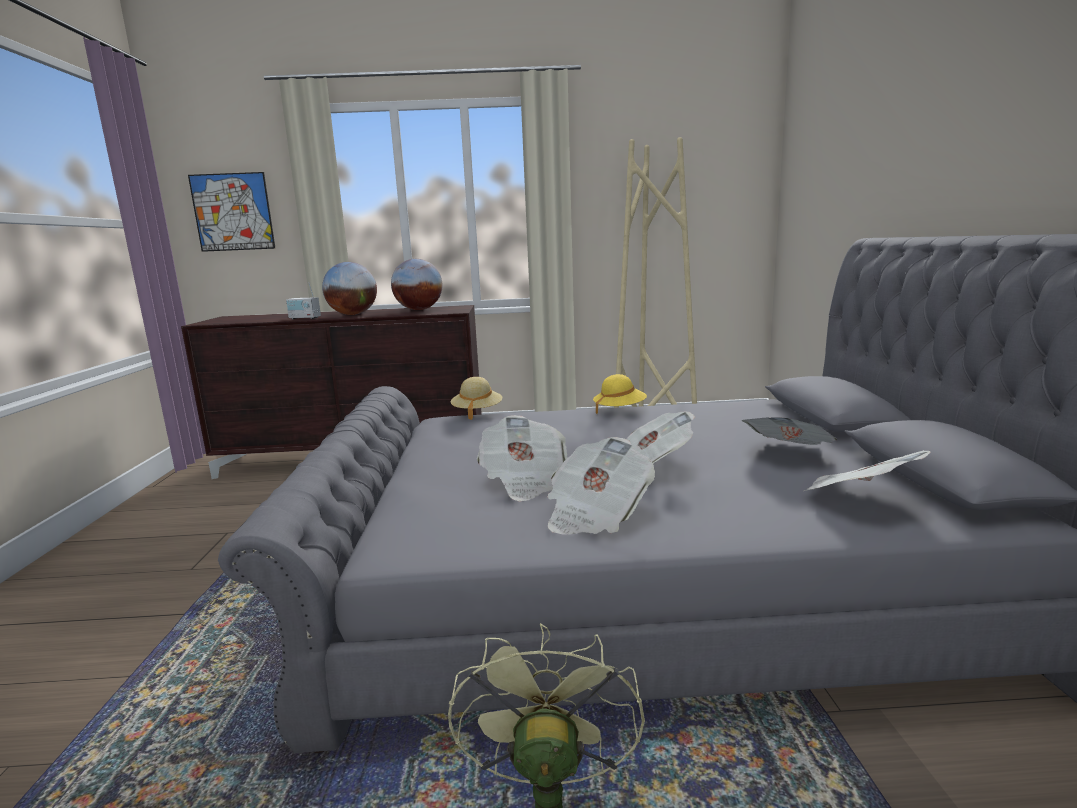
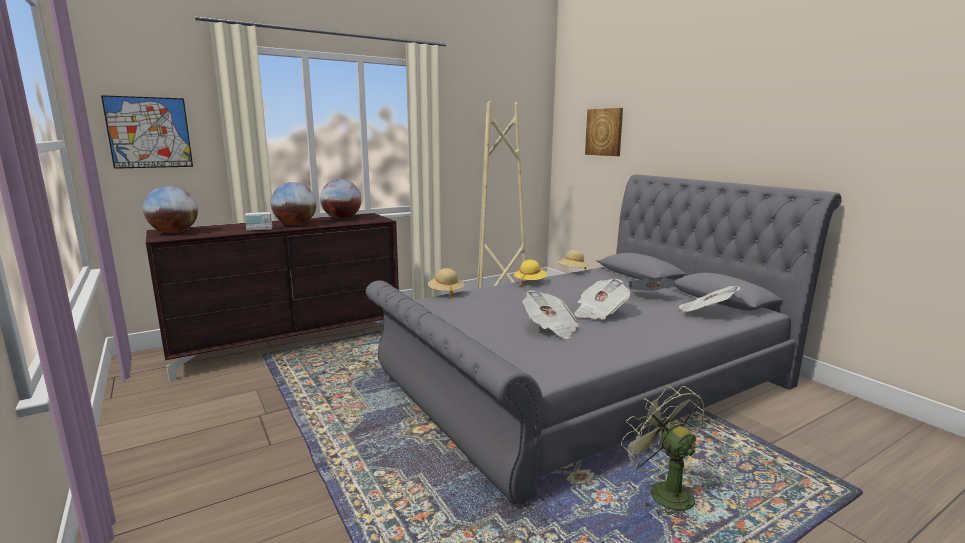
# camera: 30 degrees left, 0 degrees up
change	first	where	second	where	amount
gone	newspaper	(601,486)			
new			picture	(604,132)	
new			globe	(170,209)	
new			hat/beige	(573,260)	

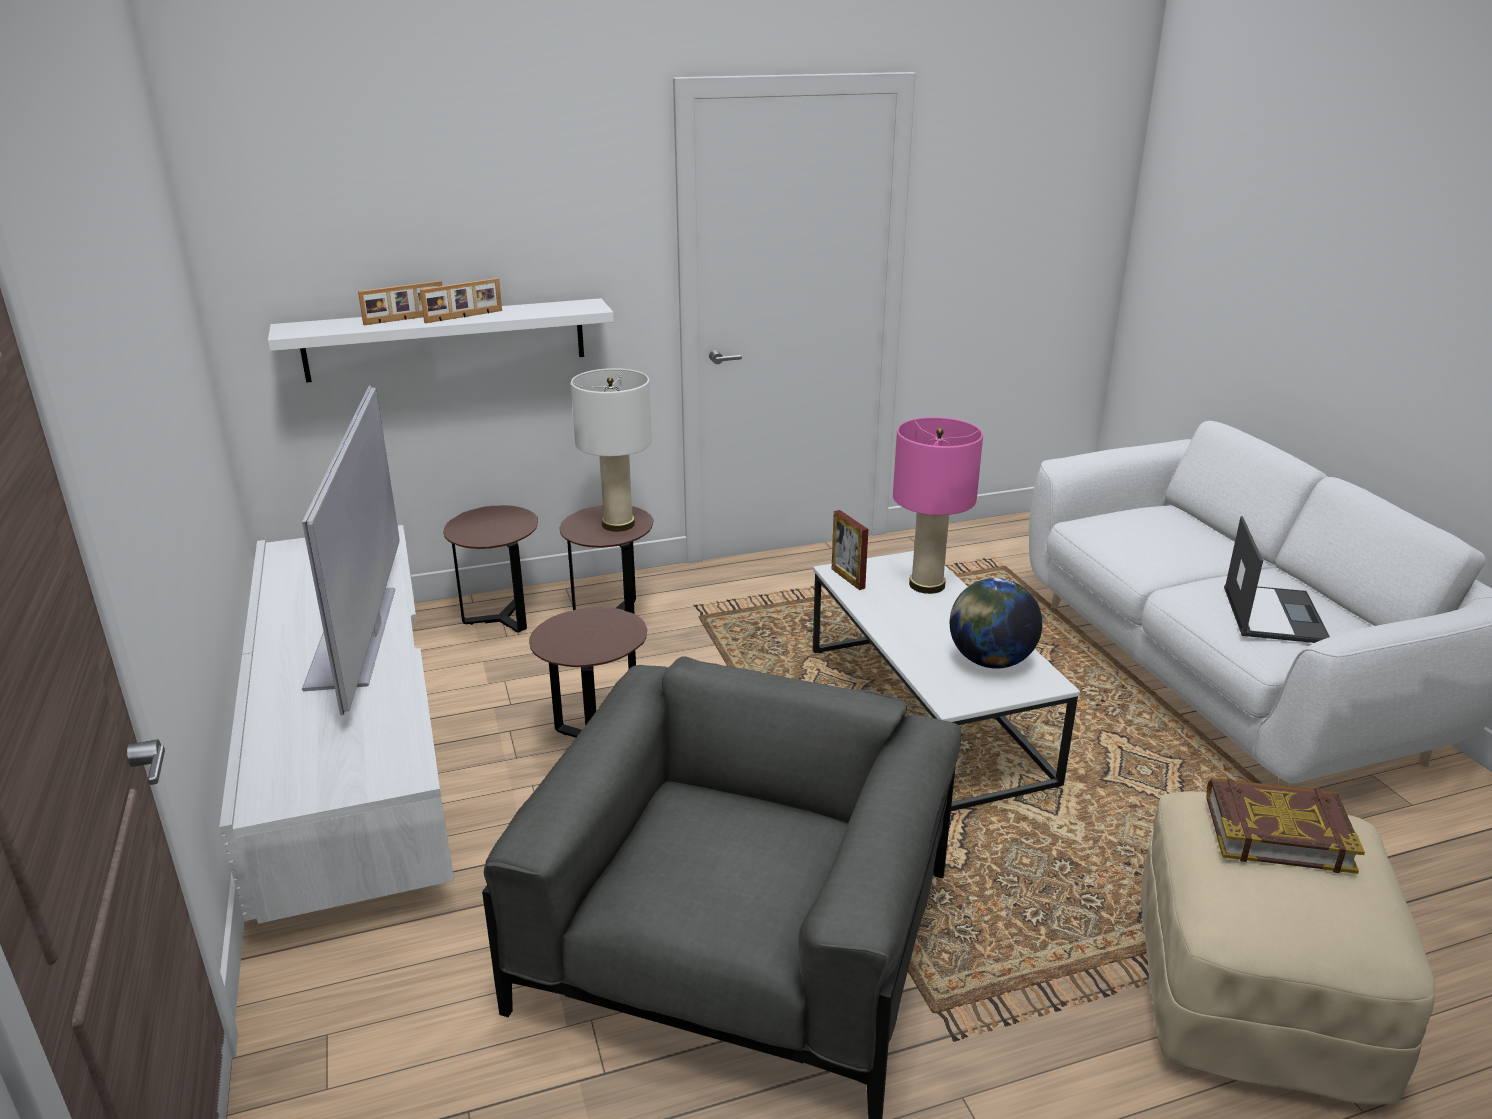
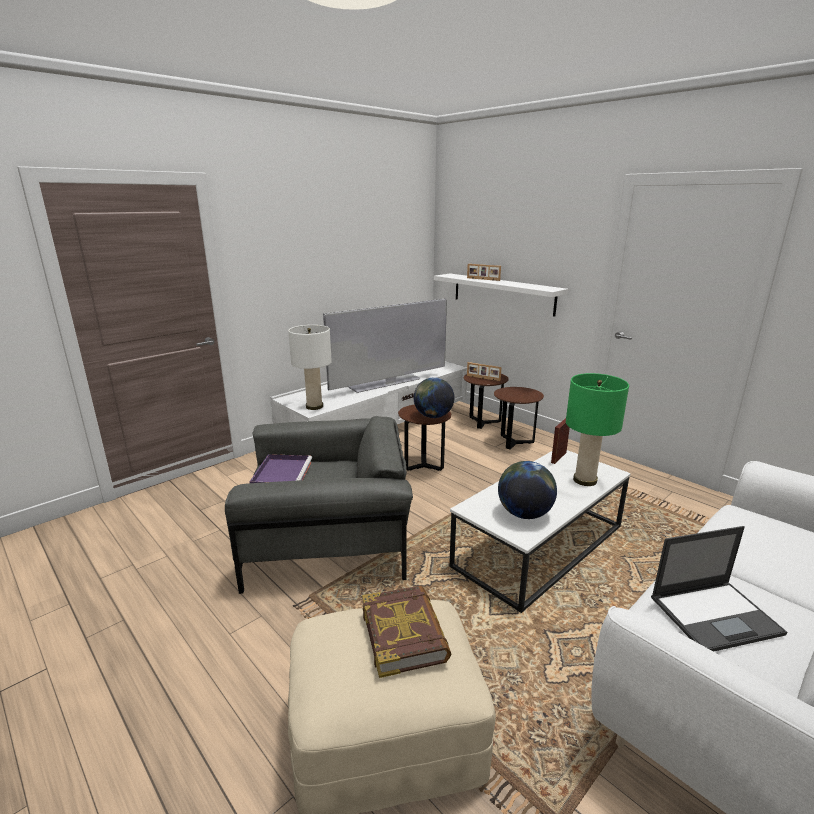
# camera: 65 degrees right, 5 degrees down
change	first	where	second	where	amount
shifted	picture frame	(461,300)		(484,371)	
shifted	table lamp/white	(611,450)		(310,367)	
repainted	table lamp/pink	(938,505)	table lamp/green	(597,429)	
new			globe	(434,398)	
new			tray/purple	(280,468)	

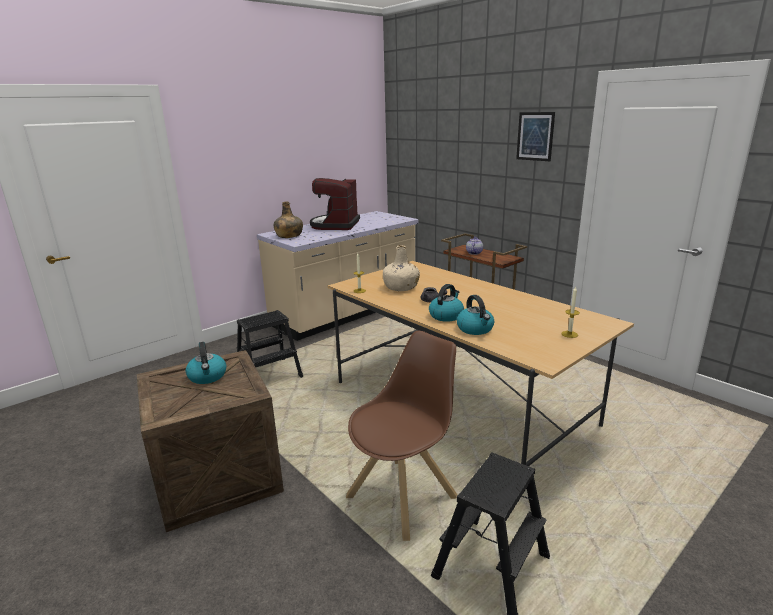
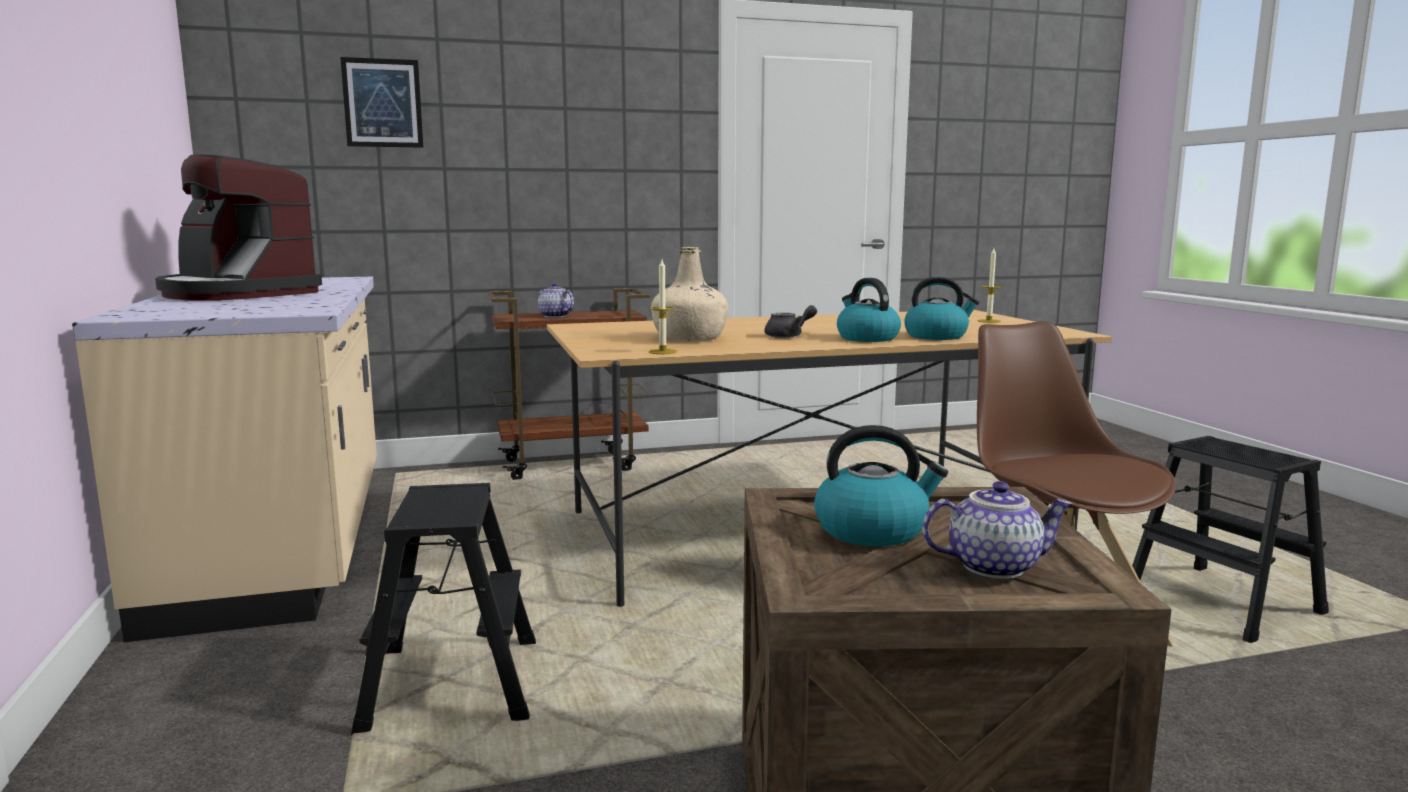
# camera: 65 degrees left, 10 degrees down
change	first	where	second	where	amount
shifted	picture	(535,136)		(381,102)	
gone	bottle/green	(288,220)			
new			teapot	(997,530)	

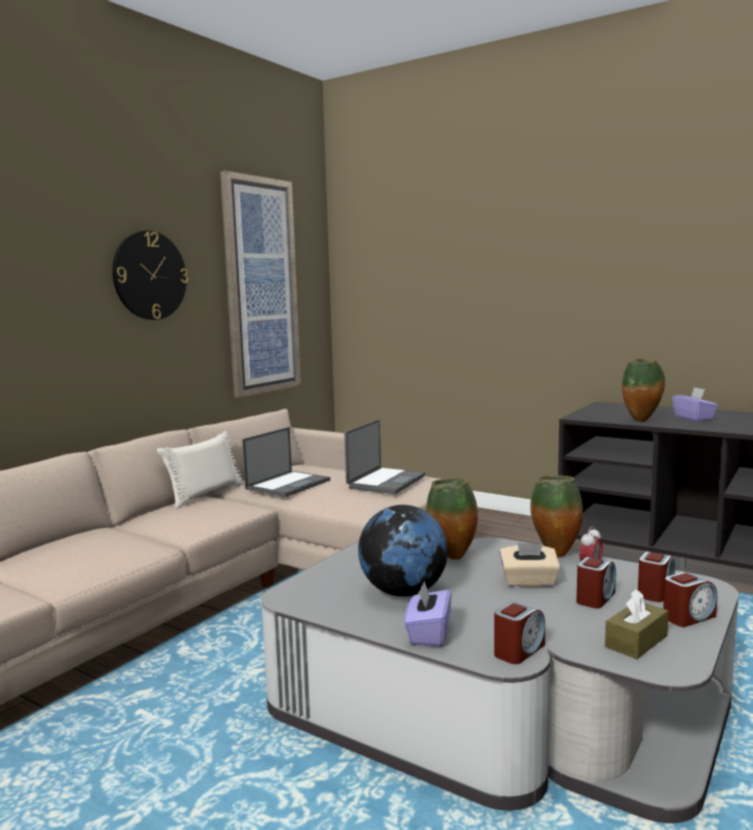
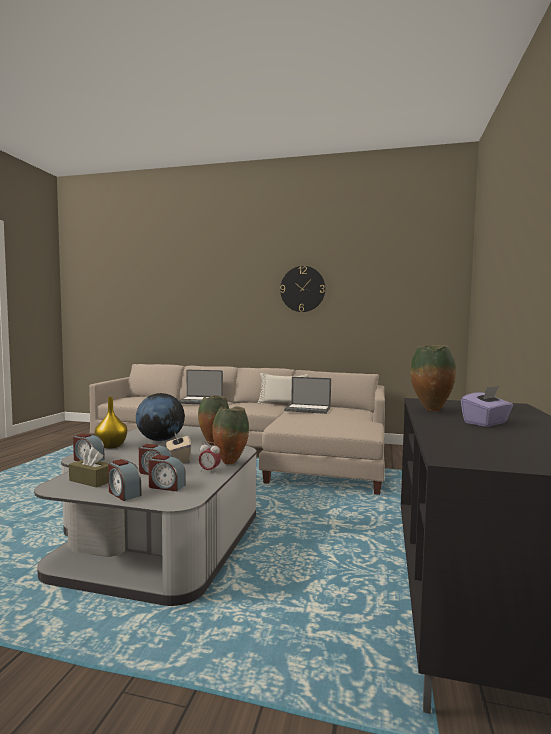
# camera: 70 degrees right, 5 degrees down
change	first	where	second	where	amount
gone	picture	(260,284)			
shifted	laptop	(384,457)		(200,387)	
swapped	tissue box/purple	(427,614)	vase/yellow	(111,423)	

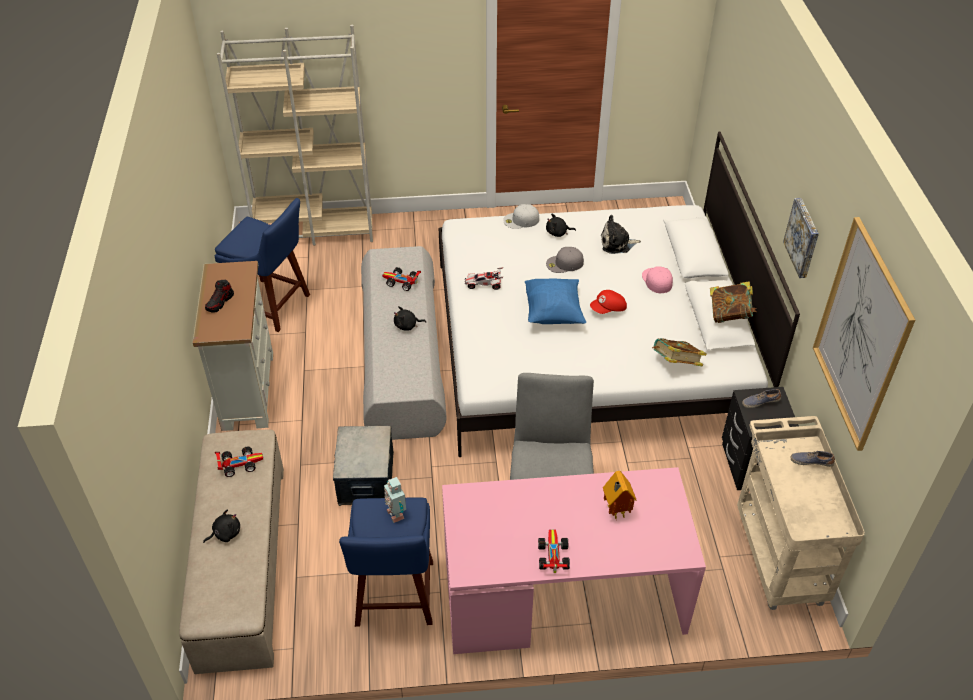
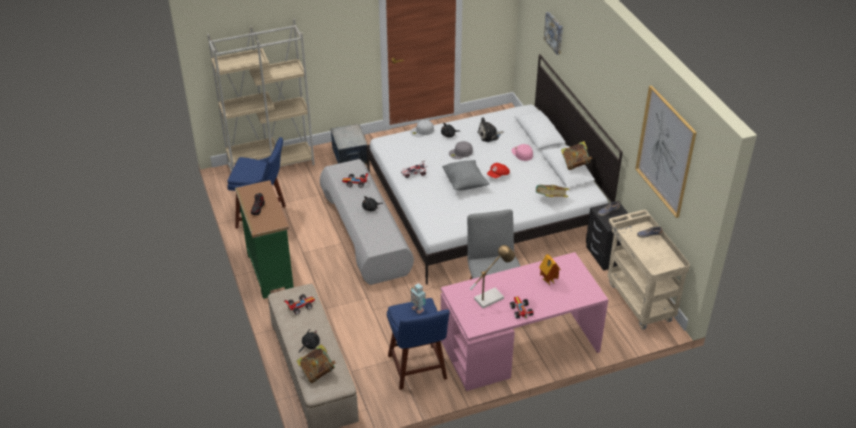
# camera: 15 degrees left, 5 degrees down
change	first	where	second	where	amount
shifted	picture	(801,238)		(553,33)	
repainted	dresser/white	(233,346)	dresser/green	(264,239)	
repainted	pillow/blue	(555,301)	pillow/grey	(466,175)	
shifted	storage box	(363,466)		(348,144)	
new			table lamp	(492,276)	
new			book	(316,363)	

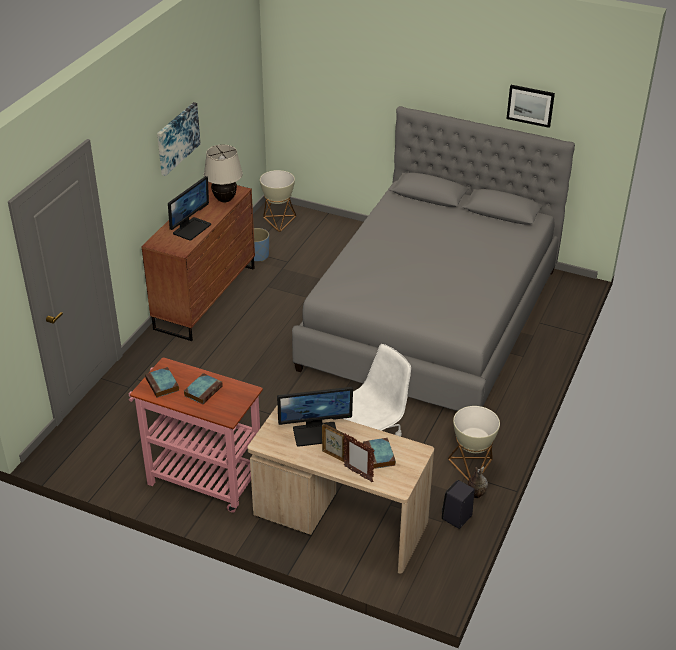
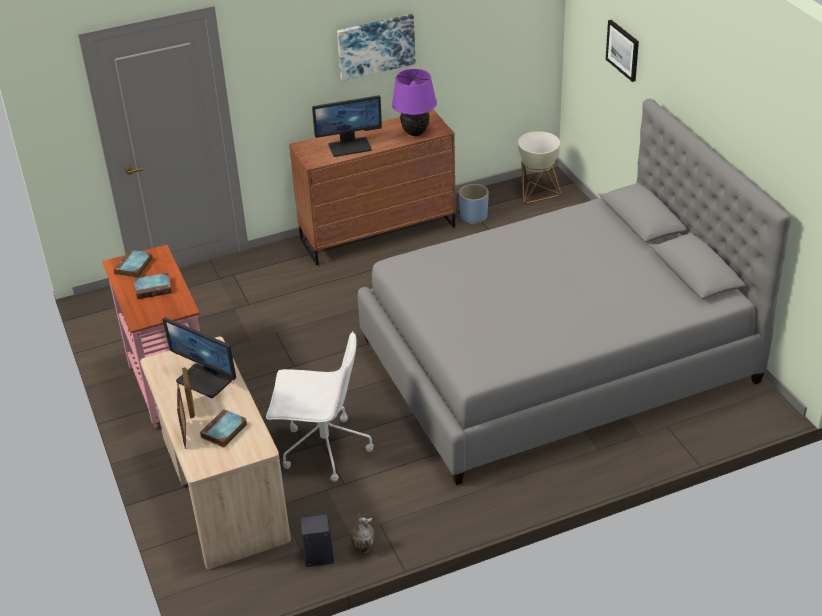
# camera: 45 degrees right, 0 degrees up
change	first	where	second	where	amount
shifted	picture	(530,106)		(622,51)	
repainted	table lamp/beige	(223,174)	table lamp/purple	(414,102)	
gone	planter	(474,443)			

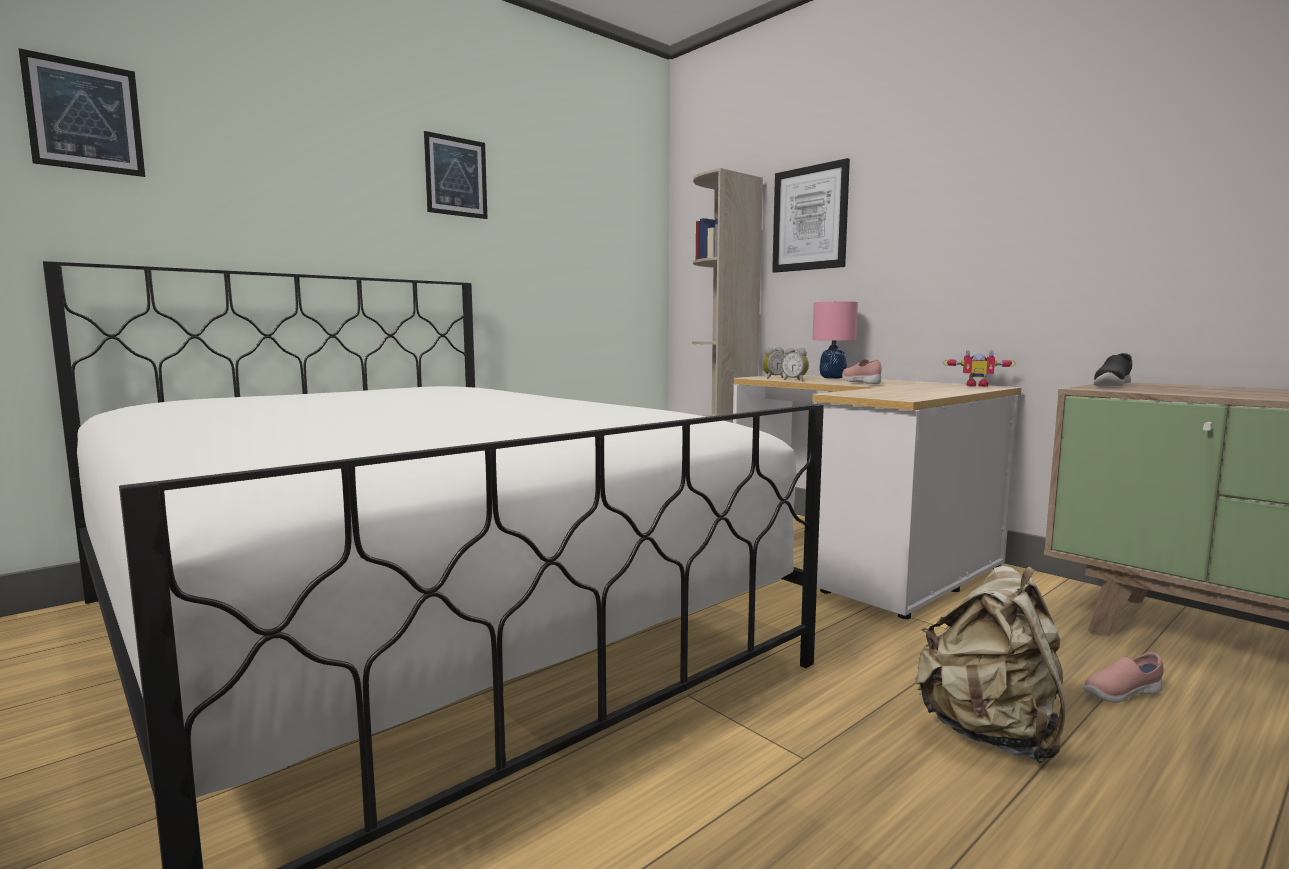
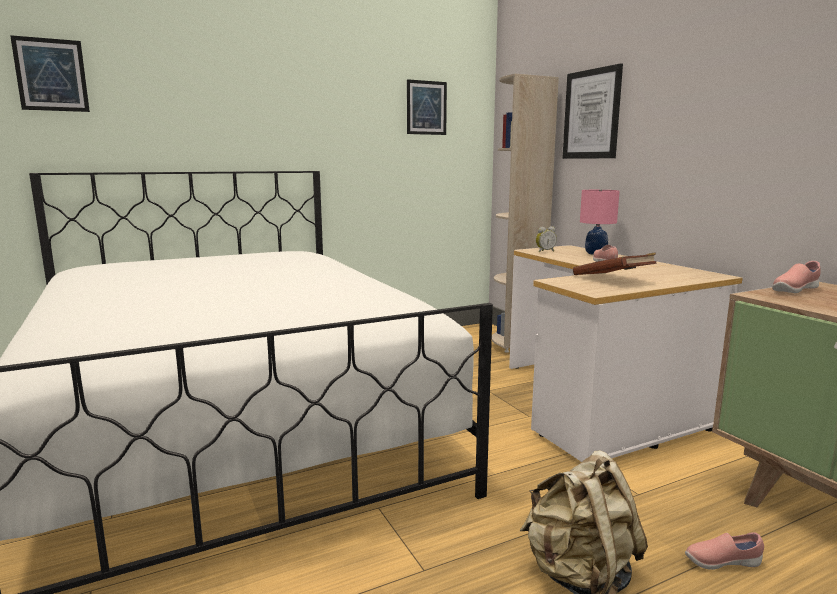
# camera: 15 degrees right, 5 degrees up
change	first	where	second	where	amount
shifted	picture	(456,175)		(427,107)	
gone	alarm clock	(795,364)			
gone	toy robot	(979,368)			
repainted	shoe/black	(1113,369)	shoe/pink	(796,277)	
new			book/brown	(615,264)	

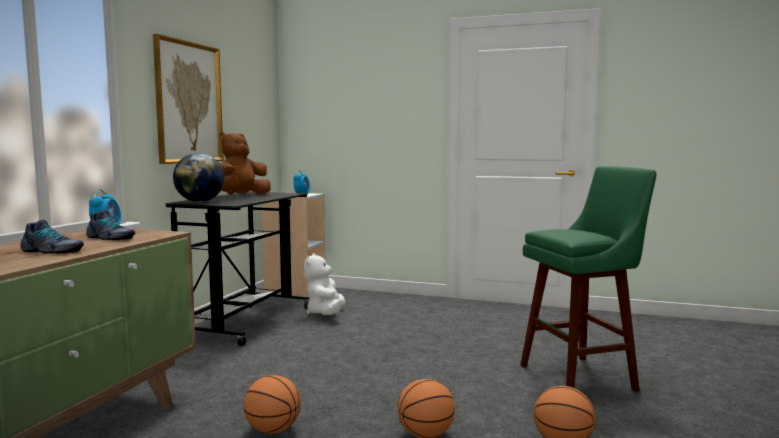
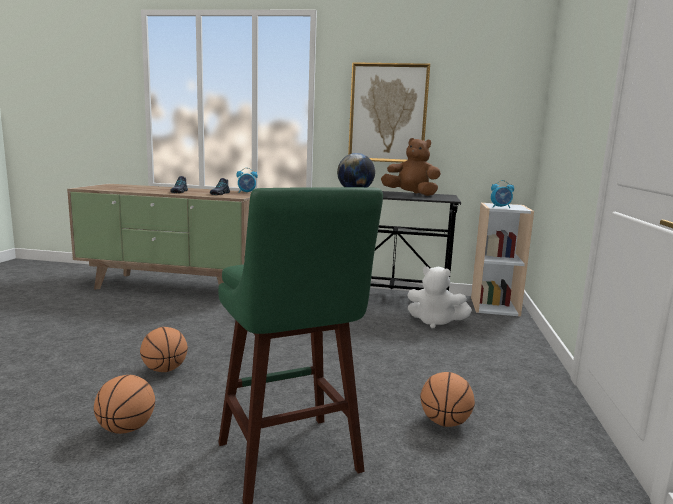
# camera: 80 degrees right, 5 degrees up
change	first	where	second	where	amount
rotated	plush toy/white	(324,284)		(439,297)	150 degrees counterclockwise
shifted	basketball	(272,404)		(447,399)	

